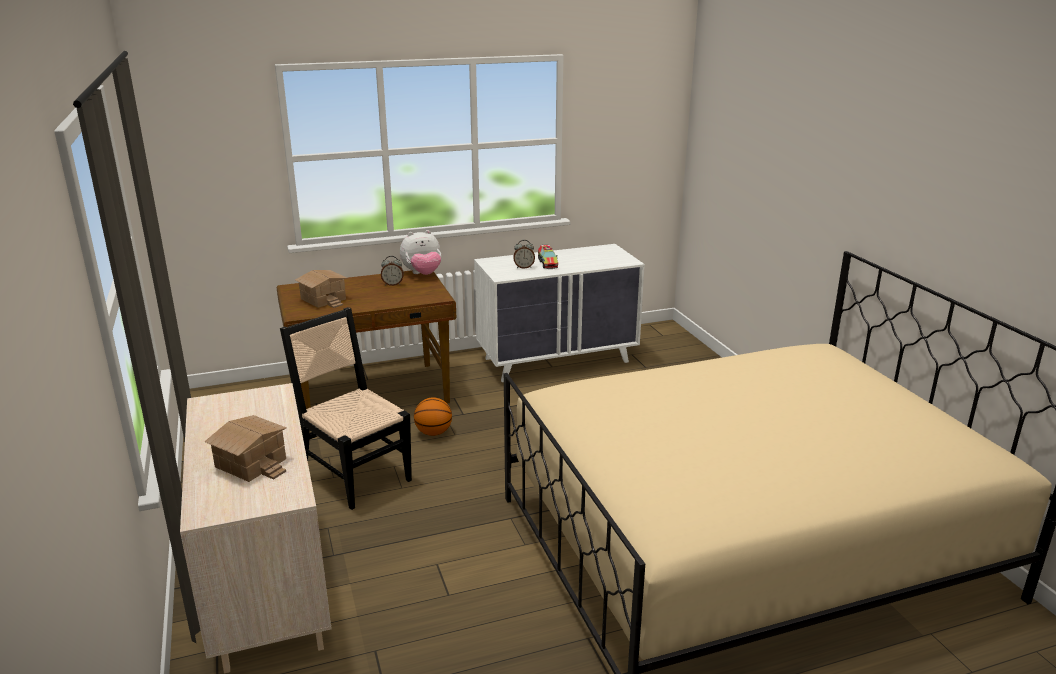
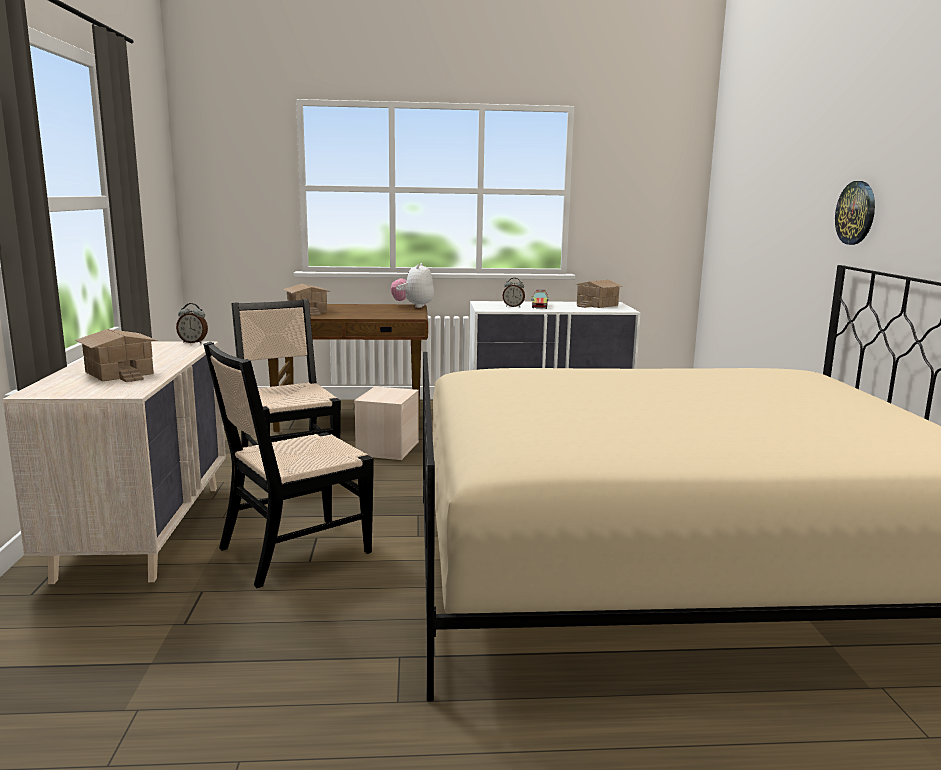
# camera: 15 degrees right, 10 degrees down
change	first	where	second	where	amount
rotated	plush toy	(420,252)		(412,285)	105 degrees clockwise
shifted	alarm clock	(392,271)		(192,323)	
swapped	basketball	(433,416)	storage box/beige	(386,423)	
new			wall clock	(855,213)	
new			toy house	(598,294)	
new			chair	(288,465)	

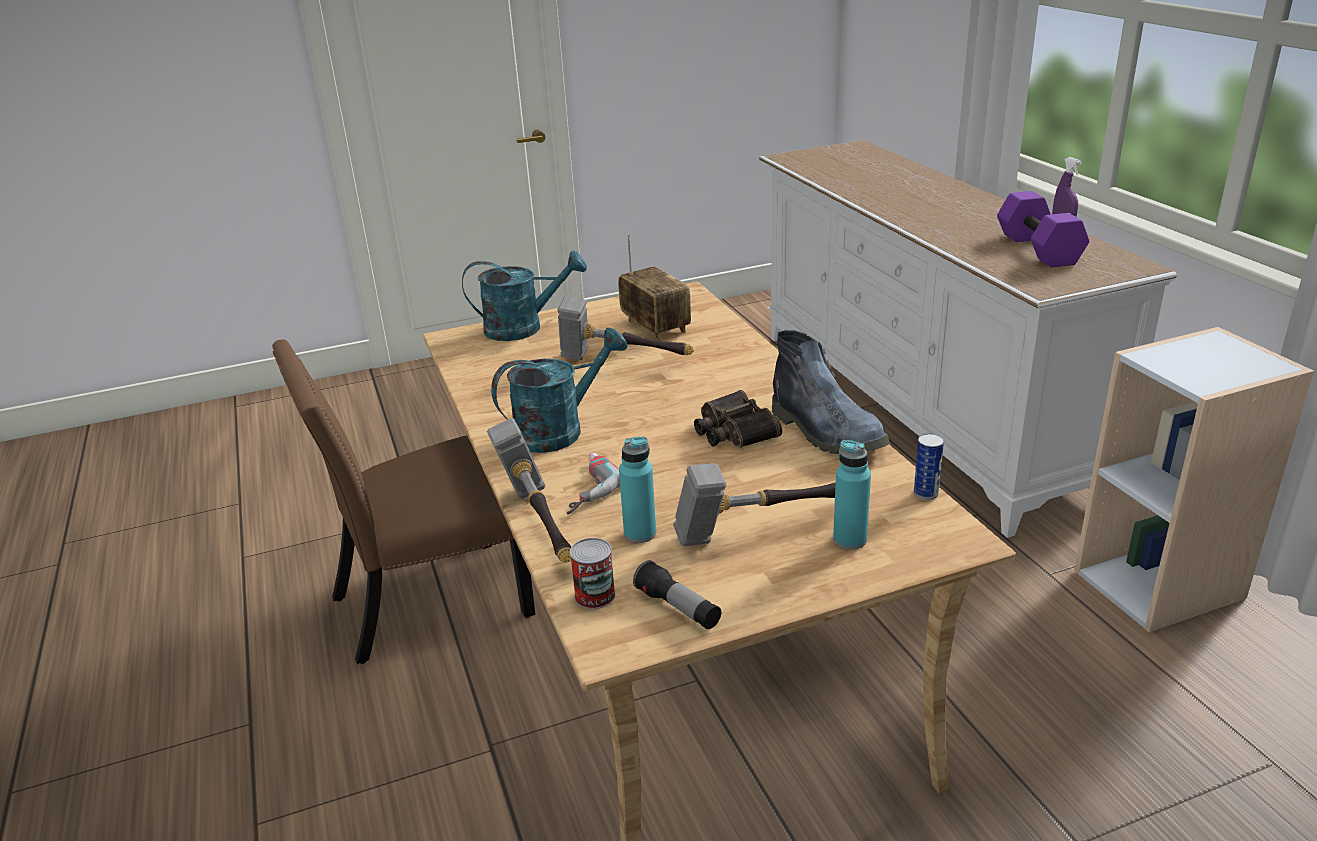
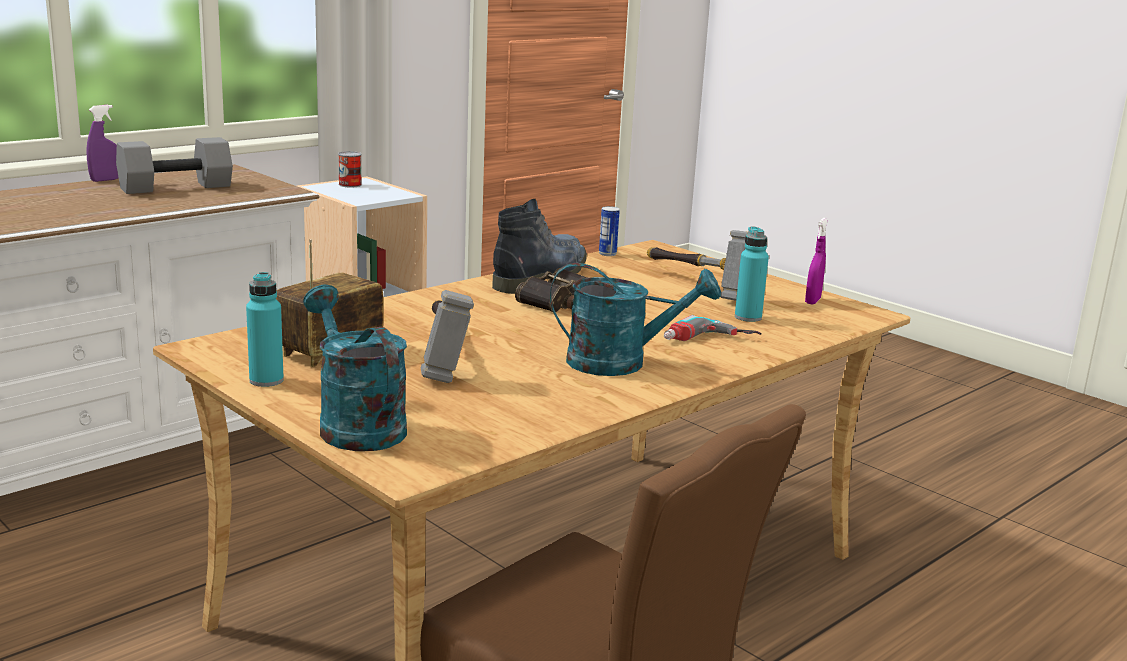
# camera: 115 degrees left, 10 degrees down
change	first	where	second	where	amount
repainted	dumbbell/purple	(1043,229)	dumbbell/grey	(174,165)	
rotated	watering can/turquoise	(559,390)		(635,319)	150 degrees clockwise
gone	hammer	(529,490)			
shifted	bottle/turquoise	(852,495)		(265,329)	
shifted	can	(592,573)		(350,169)	
swapped	flashlight	(677,594)	spray bottle/purple	(816,261)	

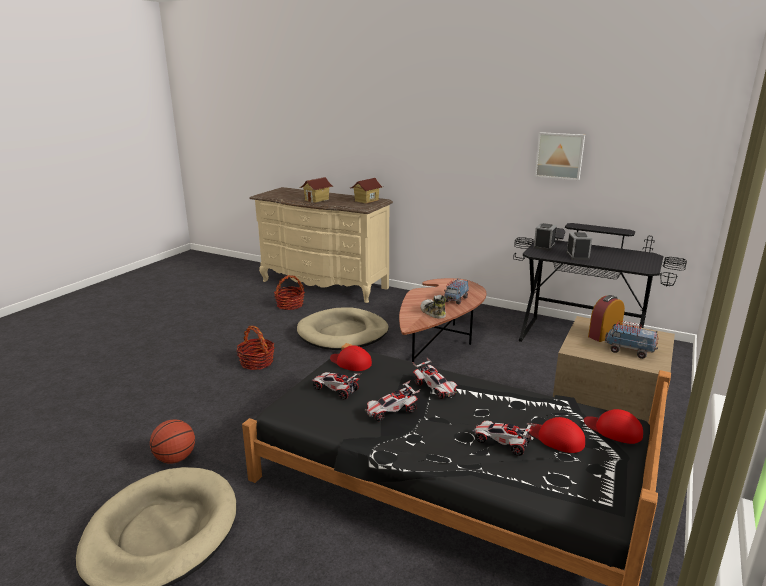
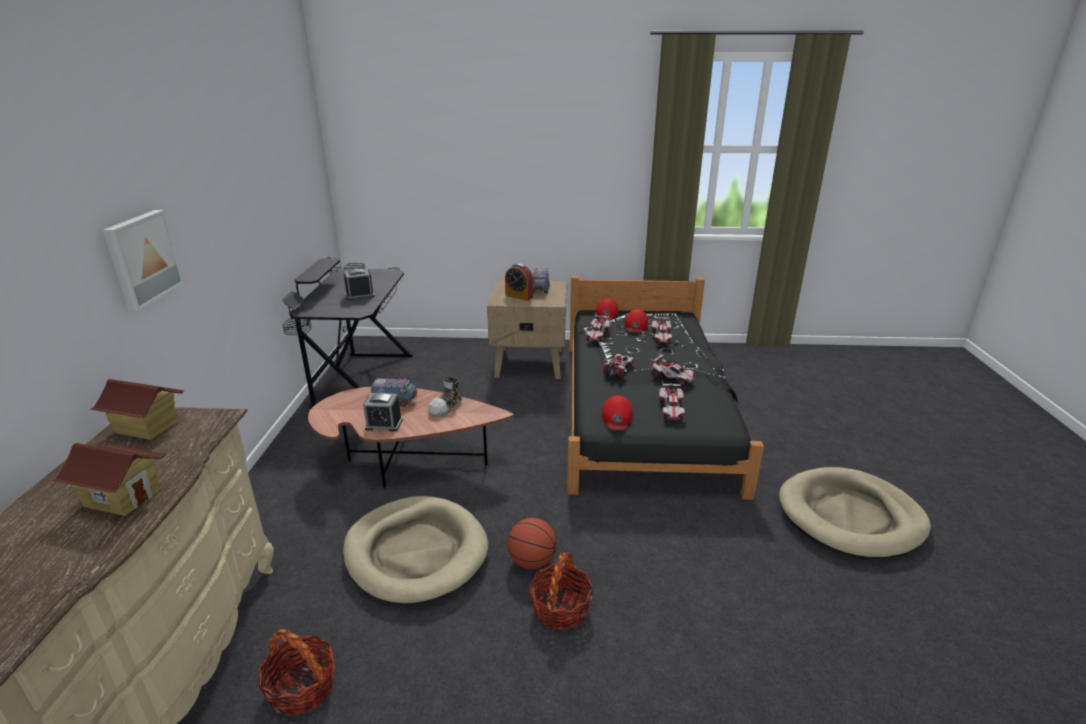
# camera: 115 degrees left, 5 degrees up
change	first	where	second	where	amount
shifted	picture	(560,156)		(143,260)	
shifted	alarm clock	(545,236)		(383,412)	
shifted	basketball	(172,441)		(532,543)	
new			toy car	(598,327)	

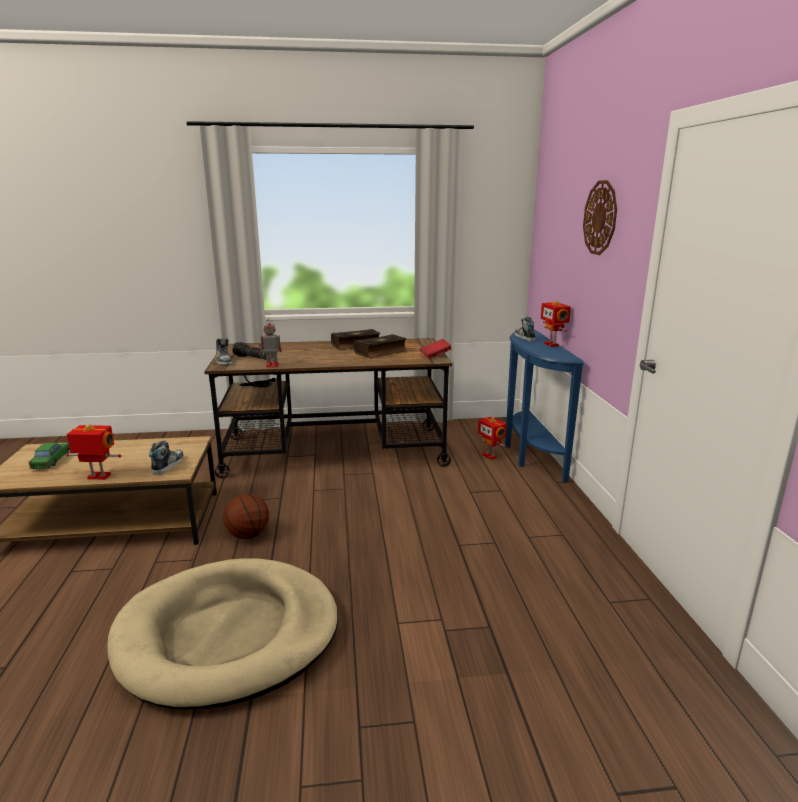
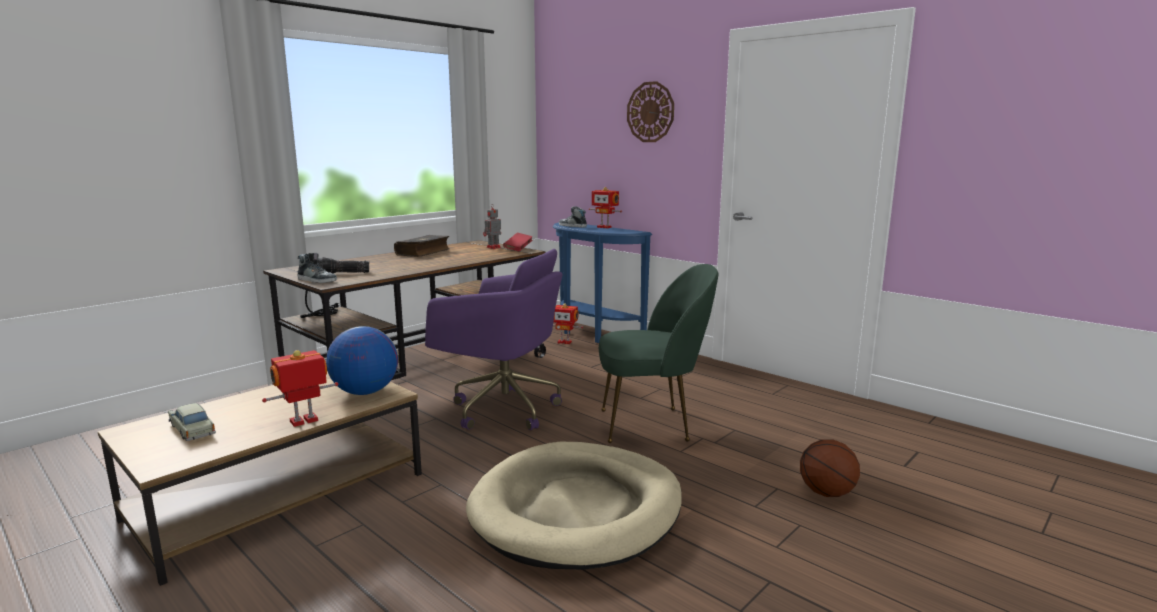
# camera: 40 degrees left, 5 degrees down
change	first	where	second	where	amount
shifted	toy robot	(270,343)		(492,227)	
gone	book	(380,346)			
swapped	shoe	(166,457)	globe	(362,360)	
repainted	toy car/green	(49,455)	toy car/beige	(192,422)	
shifted	basketball	(246,516)		(830,468)	
new			office chair/purple	(493,339)	
new			chair/green	(658,353)	

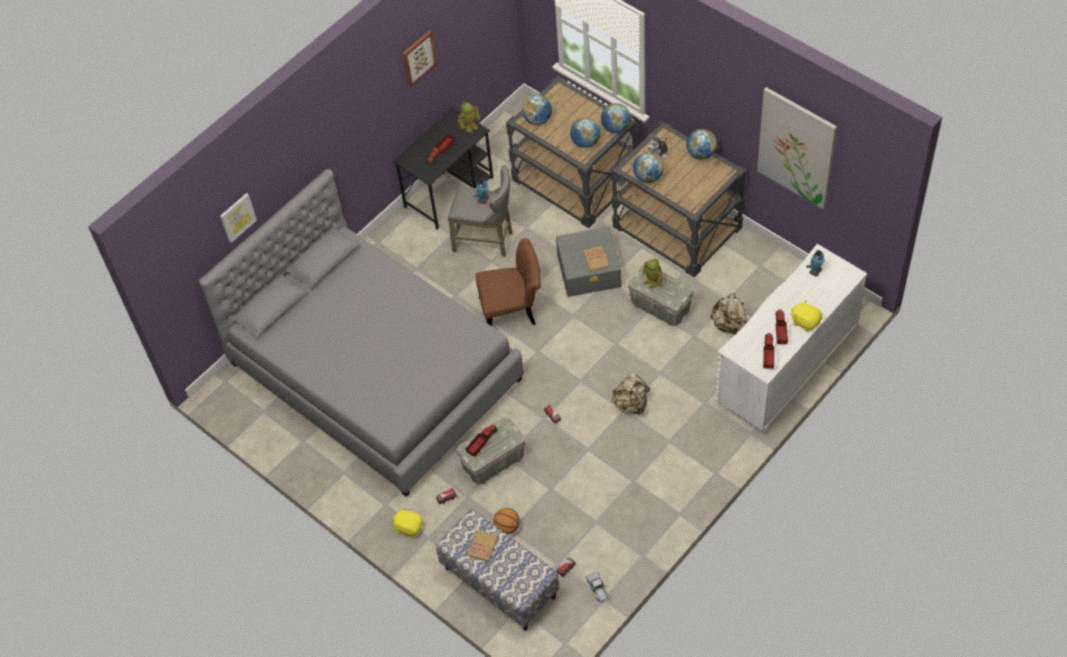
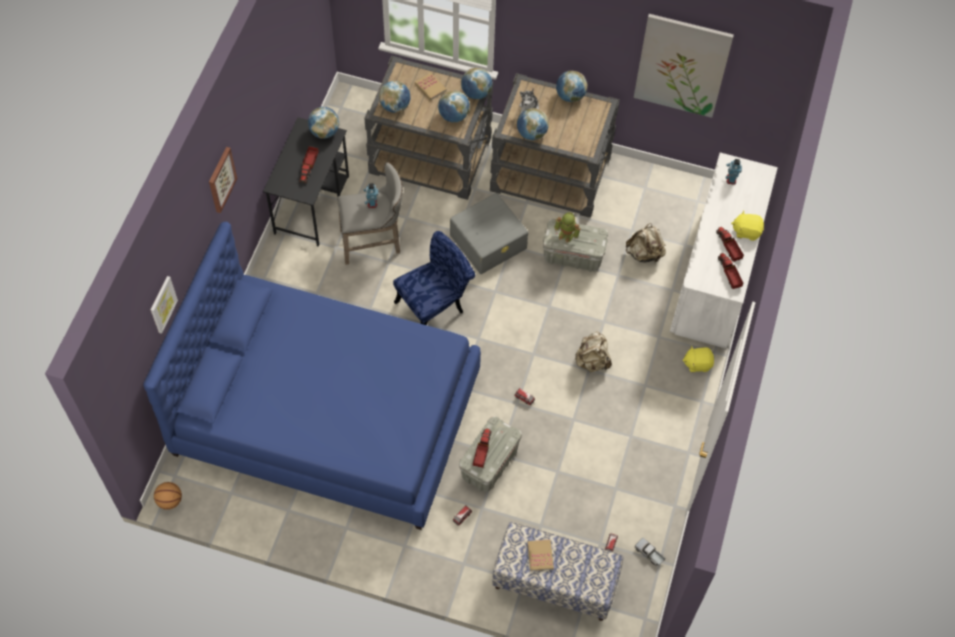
# camera: 30 degrees left, 5 degrees up
change	first	where	second	where	amount
shifted	picture	(419,58)		(223,180)	
swapped	toy robot	(468,117)	globe	(323,122)	
repainted	bed/grey	(361,332)	bed/blue	(312,376)	
repainted	chair/brown	(508,282)	chair/blue	(434,278)	
shifted	book	(596,259)		(431,86)	
shifted	plush toy/yellow	(407,522)		(698,359)	
shifted	basketball	(506,521)		(168,496)	

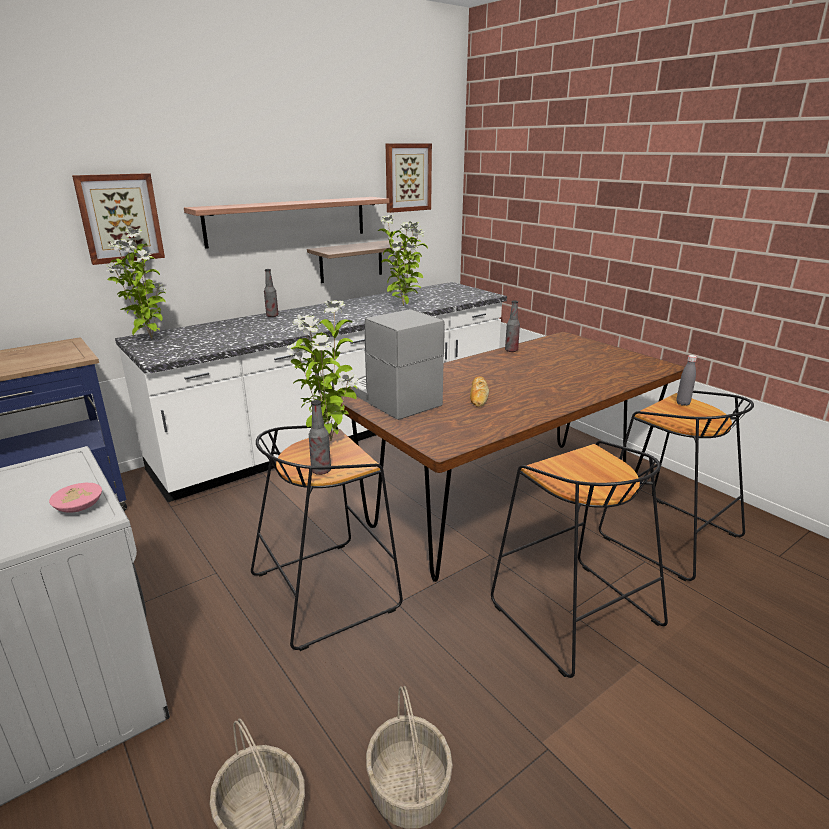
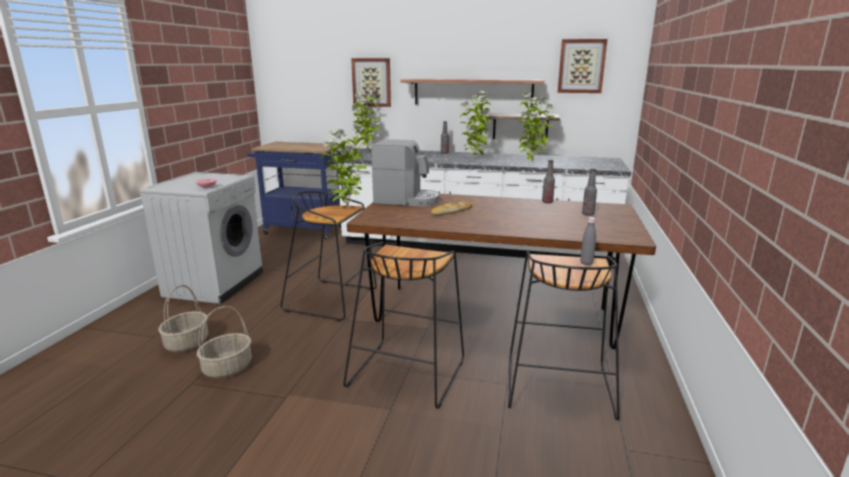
# camera: 50 degrees right, 5 degrees down
change	first	where	second	where	amount
rotated	coffee machine	(398,364)		(405,173)	90 degrees clockwise
shifted	bottle	(320,437)		(589,192)	
new			potted plant	(476,125)	

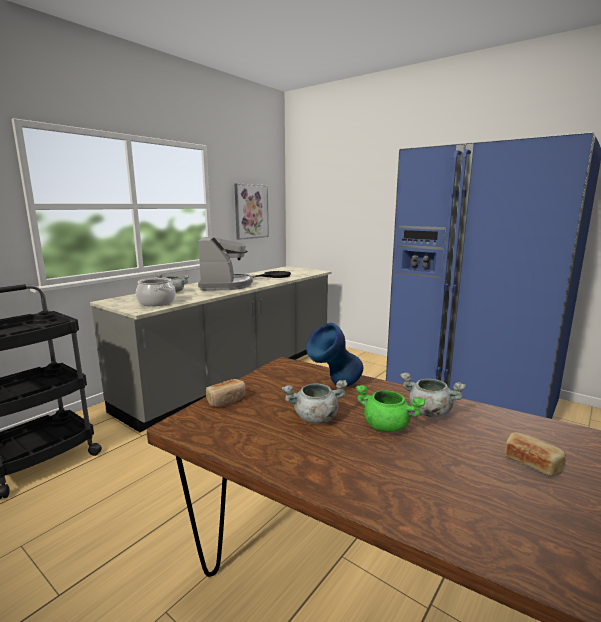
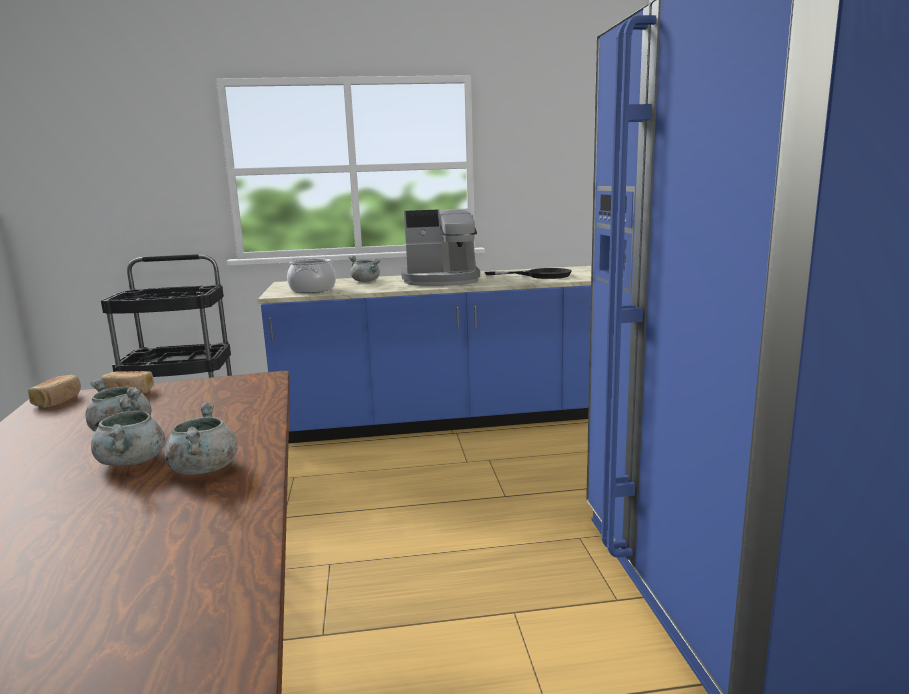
# camera: 45 degrees right, 0 degrees up
change	first	where	second	where	amount
gone	picture	(251,211)			
rotated	coffee machine	(225,264)		(440,247)	45 degrees clockwise
repainted	counter/grey	(210,349)	counter/blue	(425,354)	
gone	vase/blue	(334,355)			
repainted	cooking pot/green	(390,408)	cooking pot/grey	(128,431)	
shifted	bread	(535,454)		(54,391)	

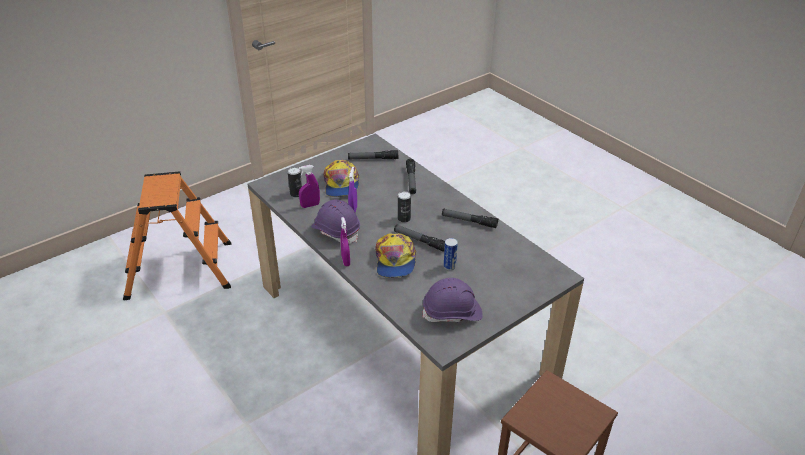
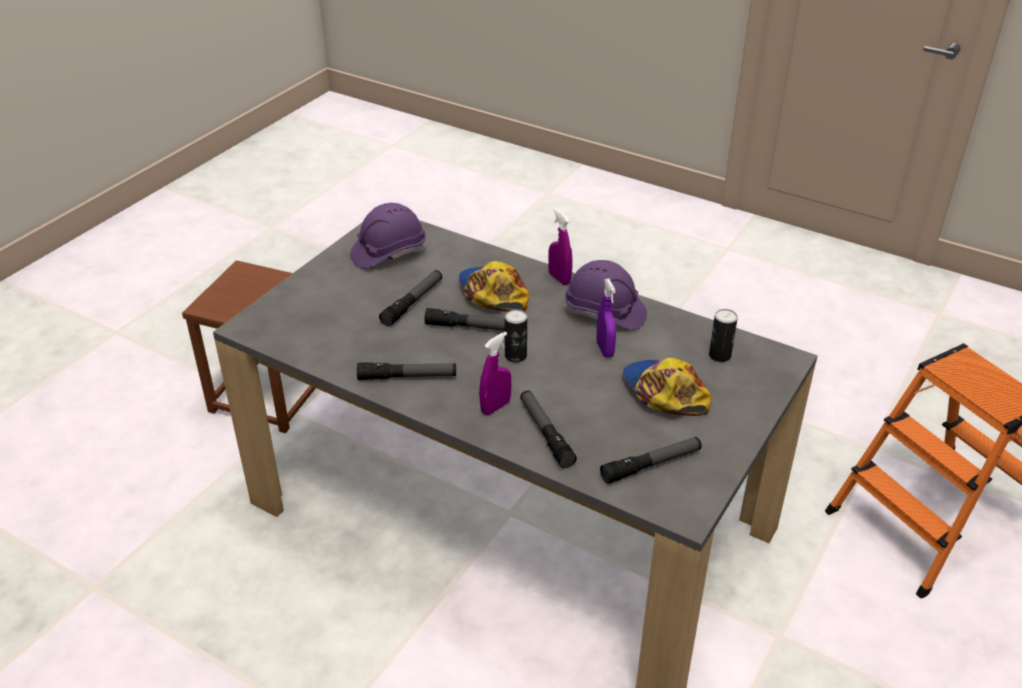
# camera: 160 degrees right, 0 degrees up
change	first	where	second	where	amount
shifted	spray bottle/purple	(309,186)		(495,373)	
swapped	can	(451,254)	flashlight	(410,298)	

